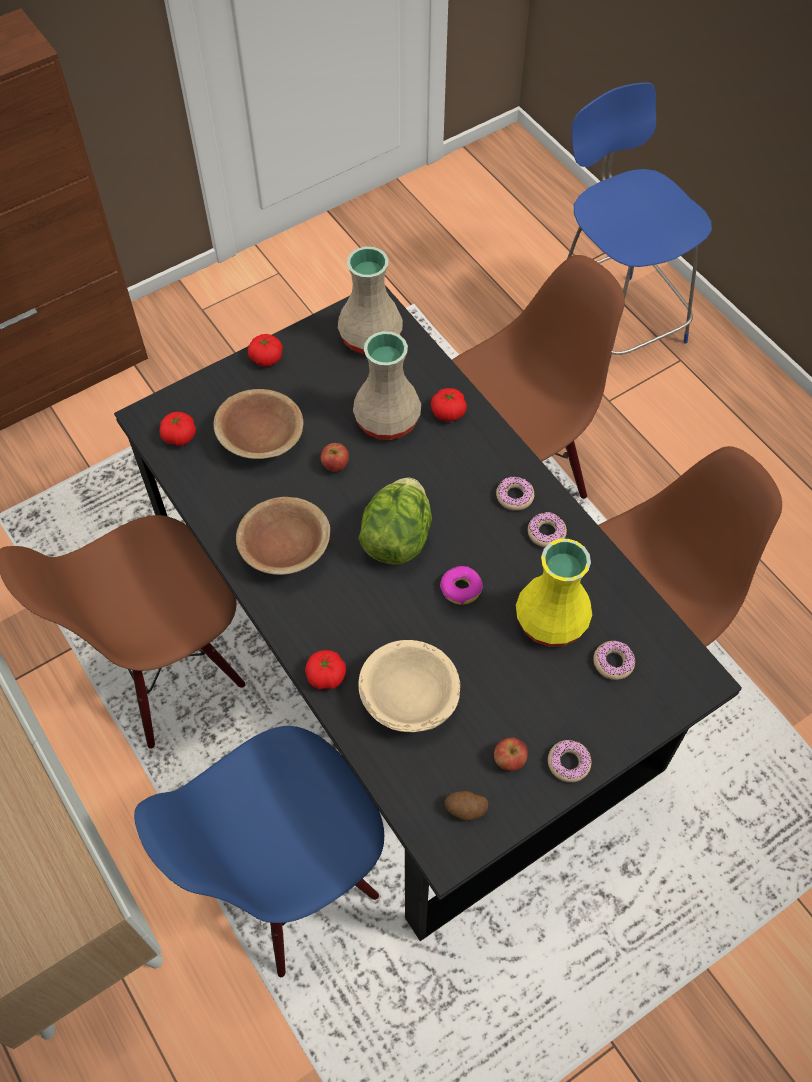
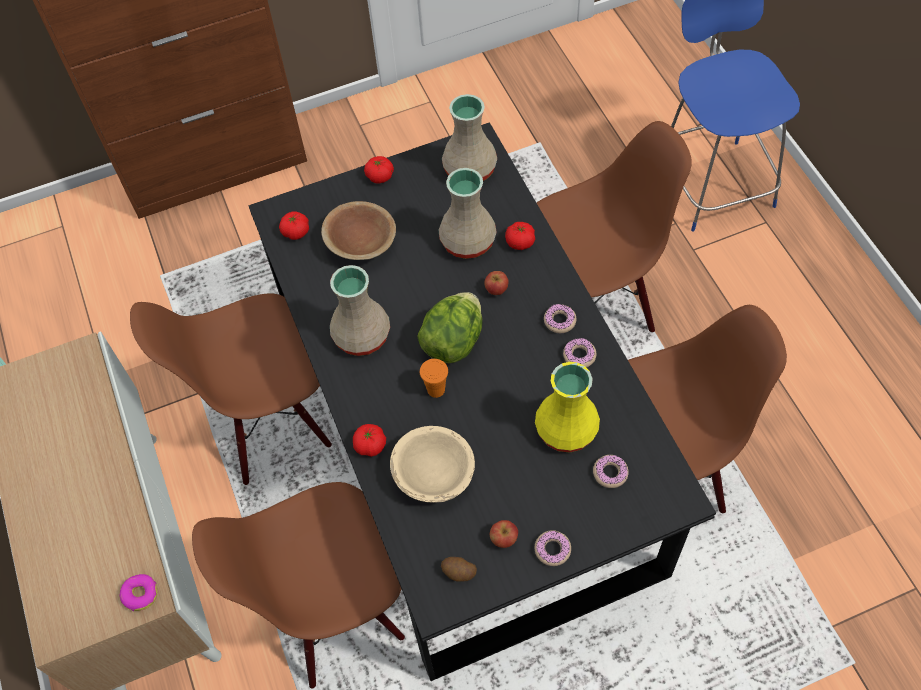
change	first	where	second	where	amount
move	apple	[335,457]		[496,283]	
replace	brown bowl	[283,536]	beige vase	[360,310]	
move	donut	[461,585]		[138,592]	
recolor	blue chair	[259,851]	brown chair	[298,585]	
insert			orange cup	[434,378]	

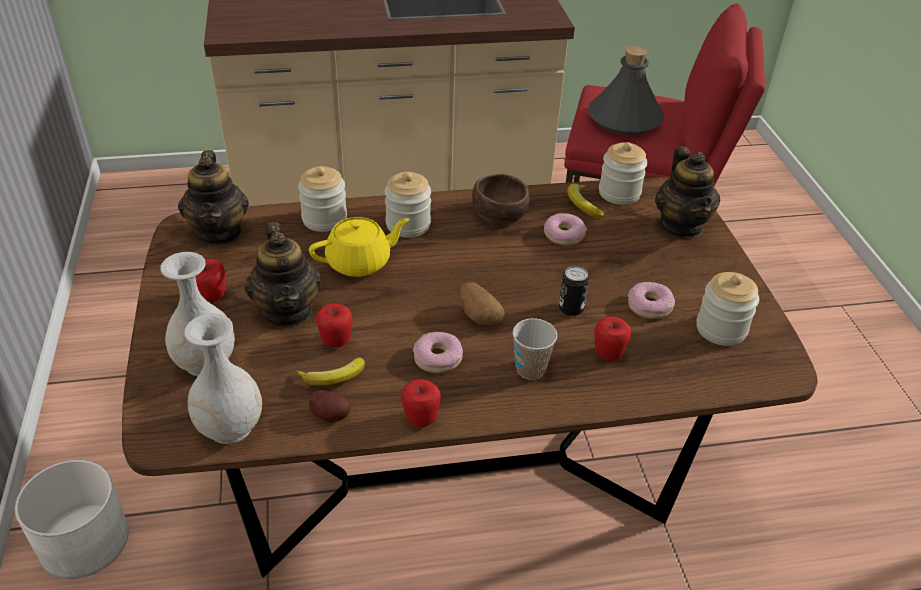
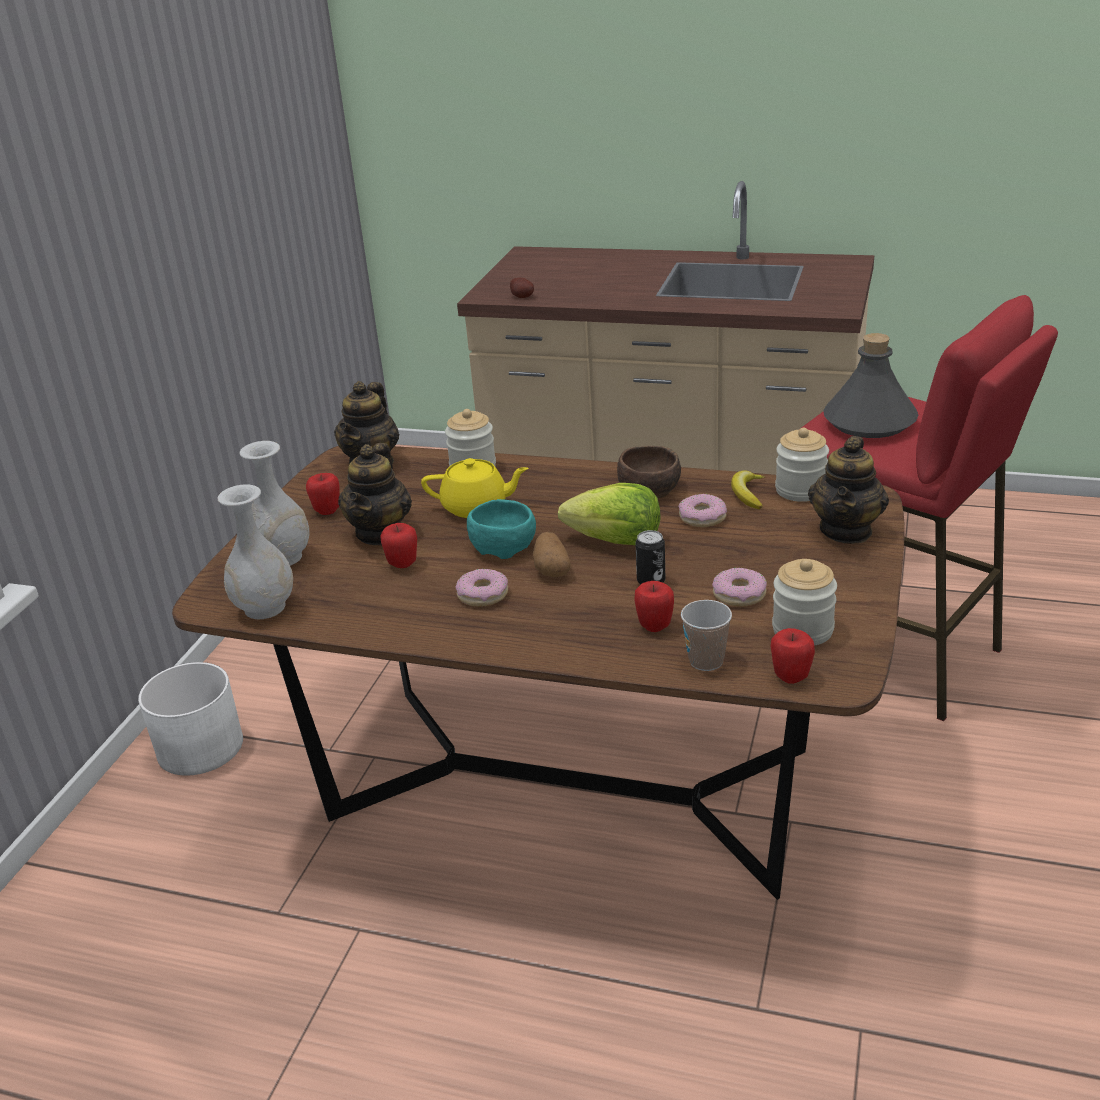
change	first	where	second	where	amount
delete	jar	[408,204]			
move	cup	[535,349]		[706,635]	
delete	banana	[330,371]			
move	apple	[421,403]		[793,656]	
move	potato	[330,406]		[522,288]	
insert			lettuce	[609,514]	
insert			turquoise bowl	[501,529]	

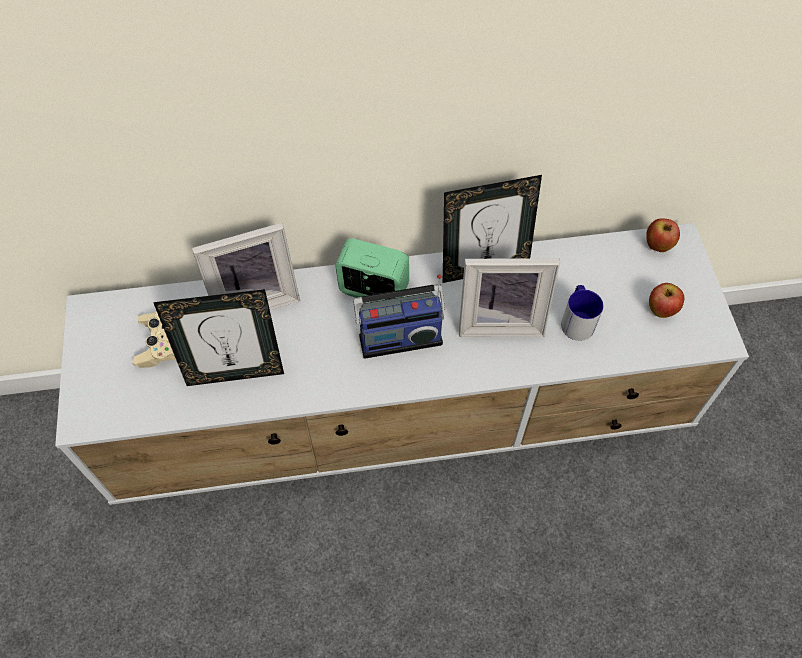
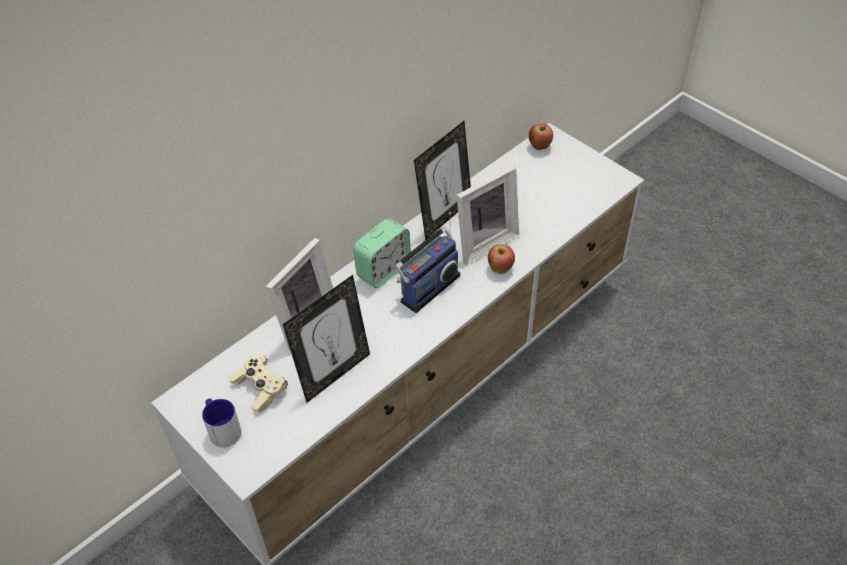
change	first	where	second	where	amount
rotate	alarm clock	[372,270]		[382,253]	150 degrees clockwise
move	apple	[666,300]		[501,259]	
move	mug	[582,313]		[221,423]	

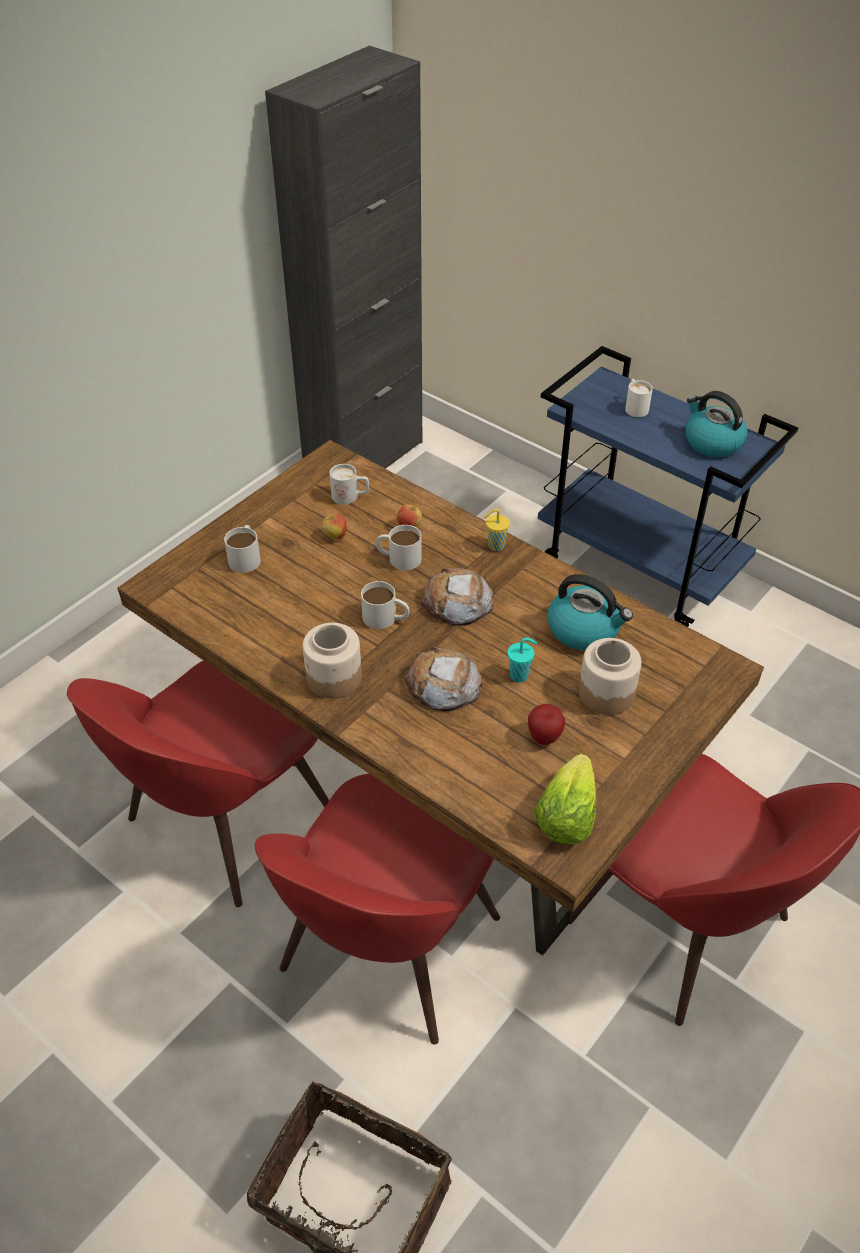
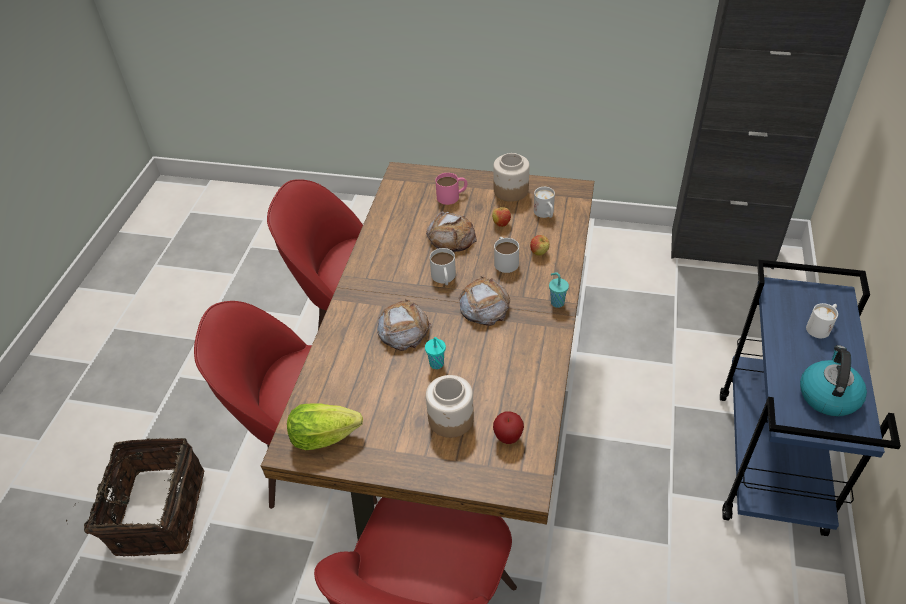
change	first	where	second	where	amount
recolor	yellow cup	[497,530]	turquoise cup	[559,290]	
recolor	white mug	[242,549]	pink mug	[451,189]	
delete	kettle	[590,612]			
move	jar	[332,661]		[511,177]	
move	apple	[546,724]		[508,427]	
insert			bread	[451,231]	

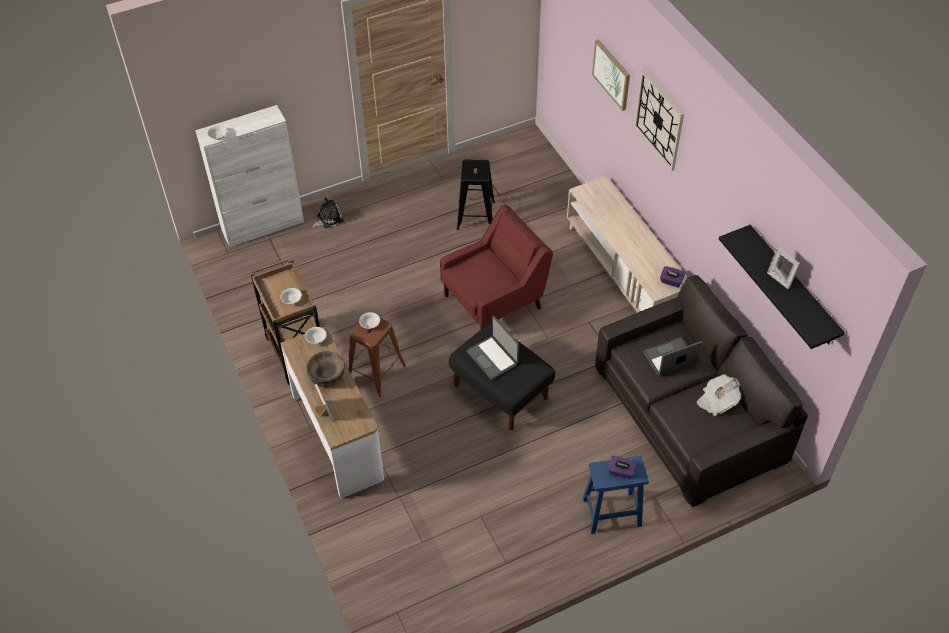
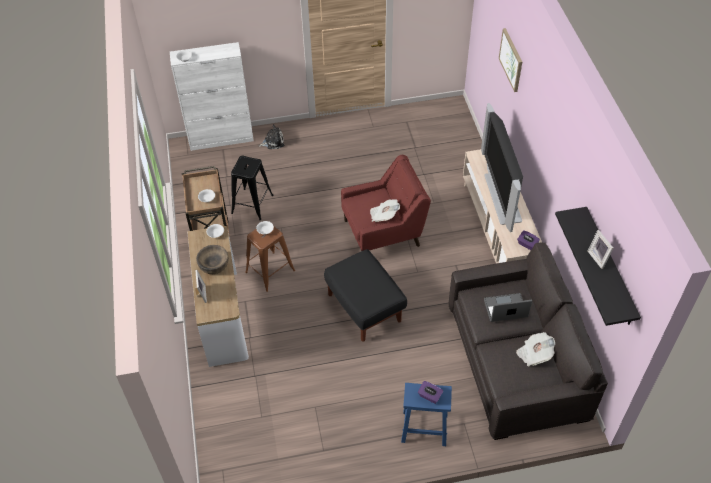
change	first	where	second	where	amount
delete	wall clock	[659,120]			
move	black stool	[475,194]		[252,188]	
delete	laptop	[492,348]			
insert			television	[502,167]	
insert			newspaper	[385,210]	

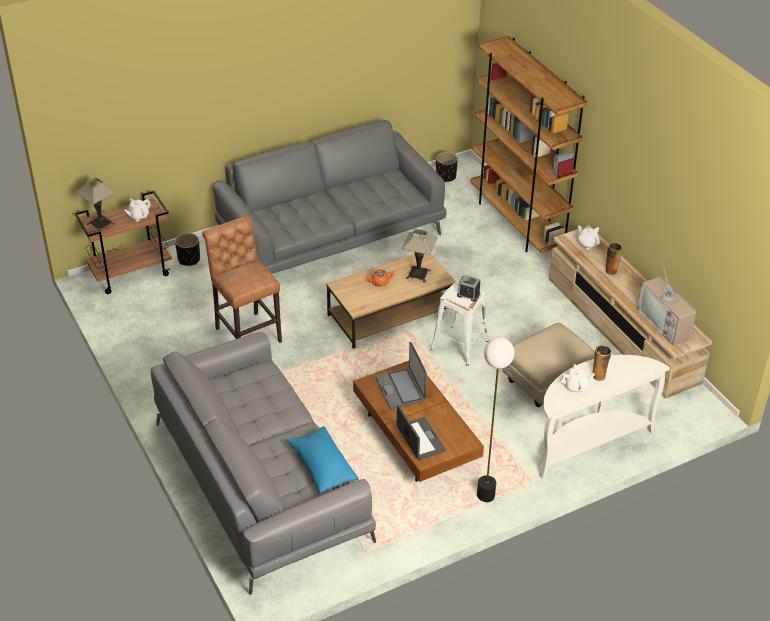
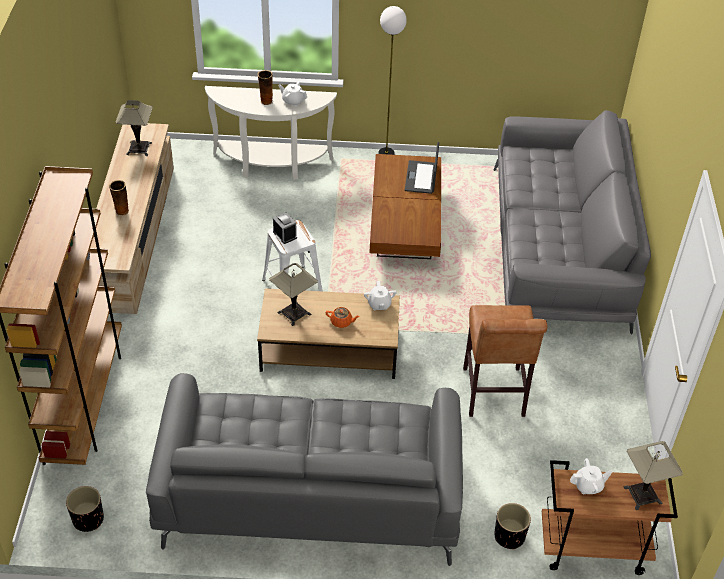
change	first	where	second	where	amount
move	white teapot	[589,237]		[380,295]	
replace	television	[667,304]	table lamp	[134,128]	
delete	beige ottoman	[548,365]			
delete	laptop	[401,375]			
delete	blue pillow	[323,459]			

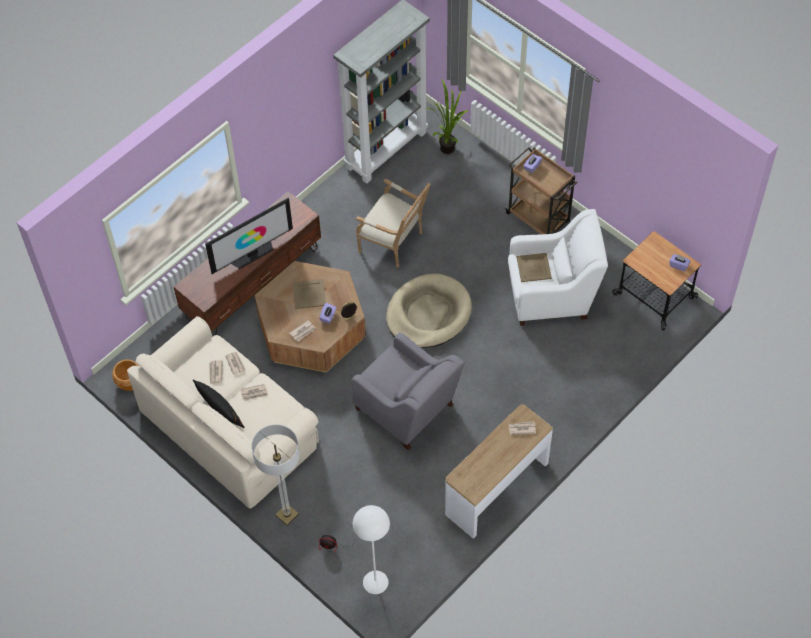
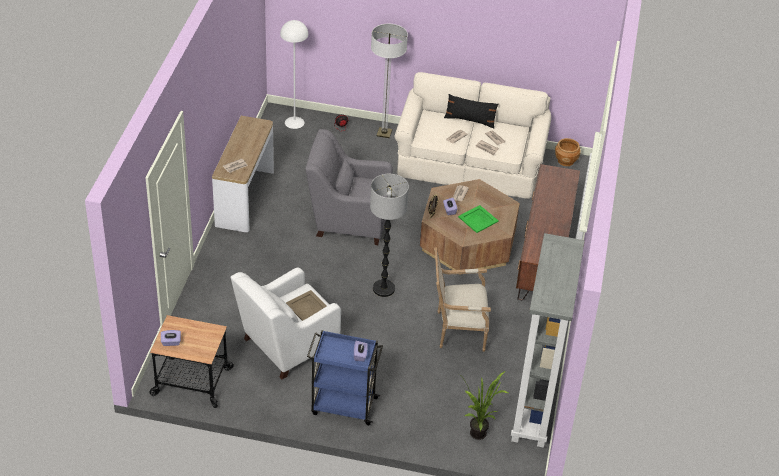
change	first	where	second	where	amount
recolor	brown cart	[541,190]	blue cart	[345,377]	
delete	television	[249,236]			
replace	beige dog bed	[429,311]	floor lamp	[389,235]	
recolor	beige tray	[309,294]	green tray	[478,219]	

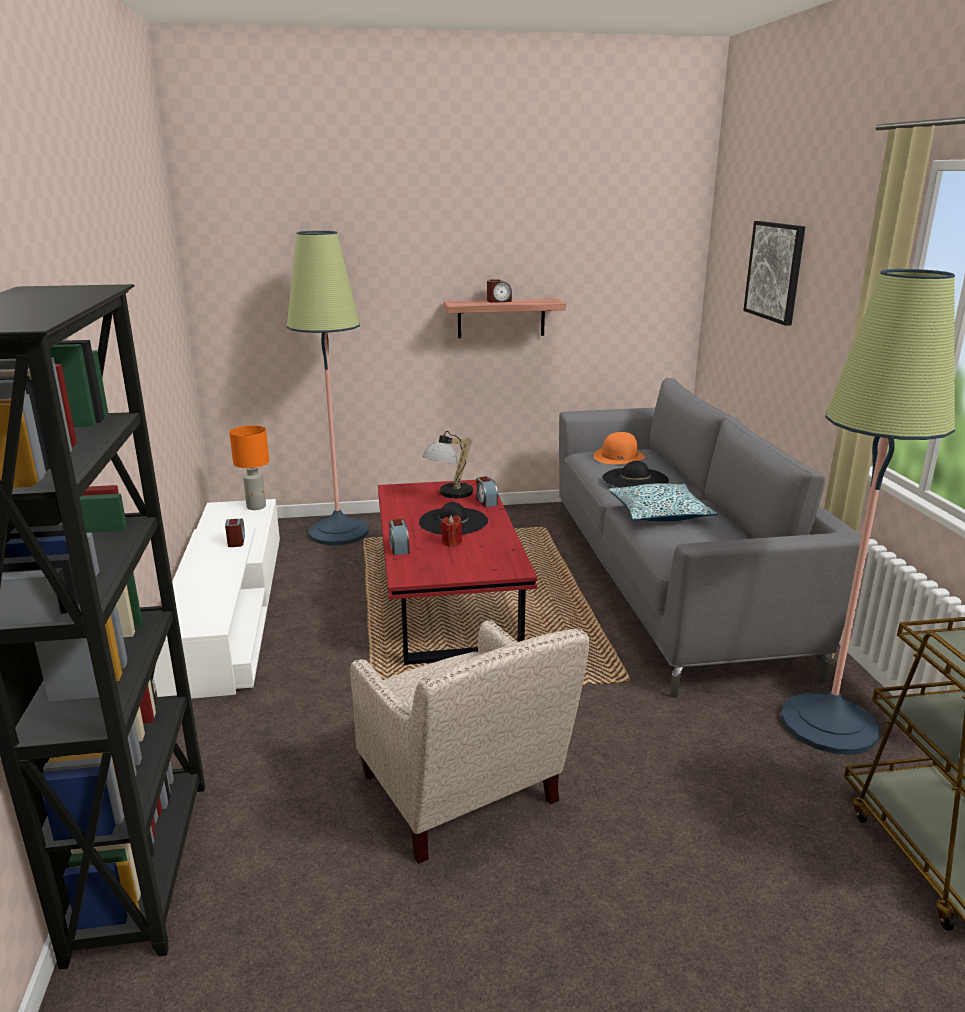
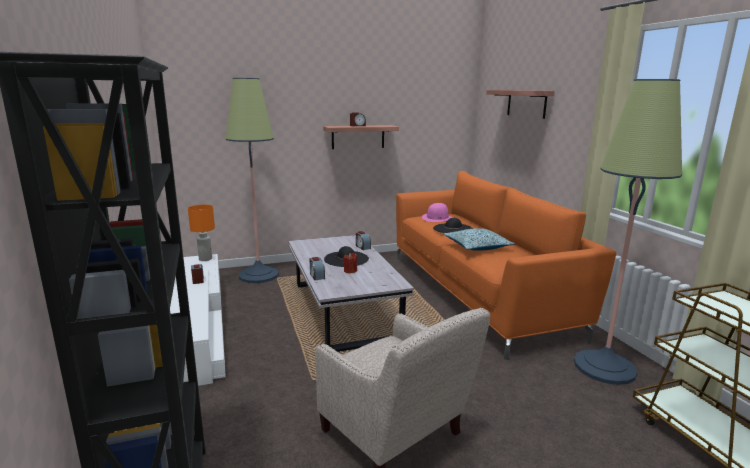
change	first	where	second	where	amount
replace	picture	[774,273]	shelf	[520,104]	
recolor	grey sofa	[710,538]	orange sofa	[506,265]	
delete	table lamp	[449,464]			
recolor	orange hat	[619,448]	pink hat	[437,212]	
recolor	red coffee table	[457,572]	white coffee table	[351,293]	

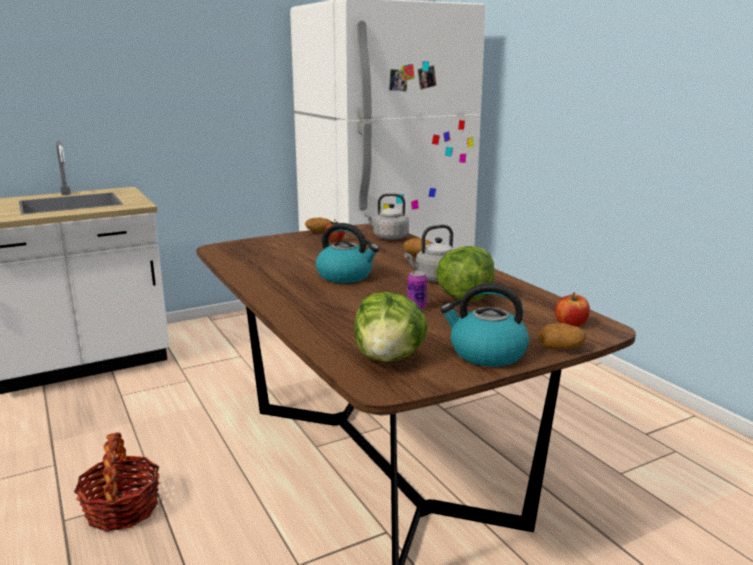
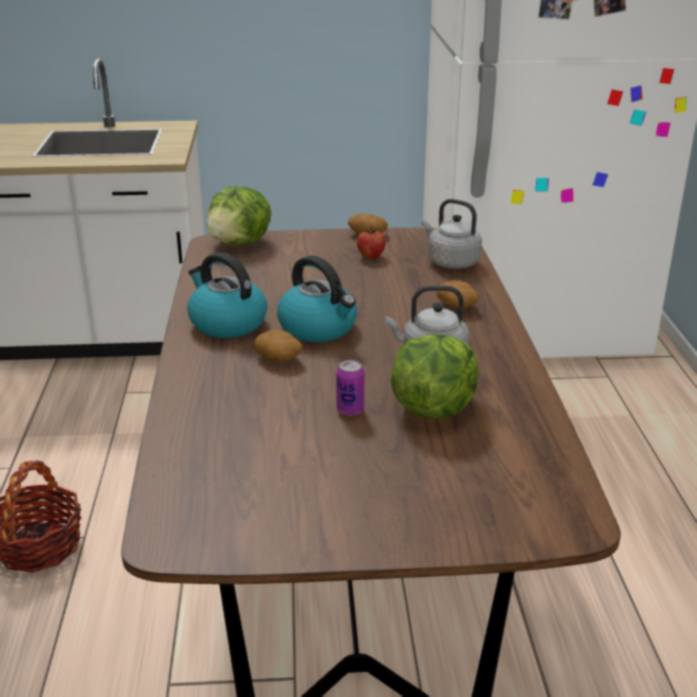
change	first	where	second	where	amount
move	kettle	[484,325]		[227,295]	
move	lettuce	[391,327]		[239,215]	
delete	apple	[572,309]			
move	potato	[562,336]		[278,345]	

